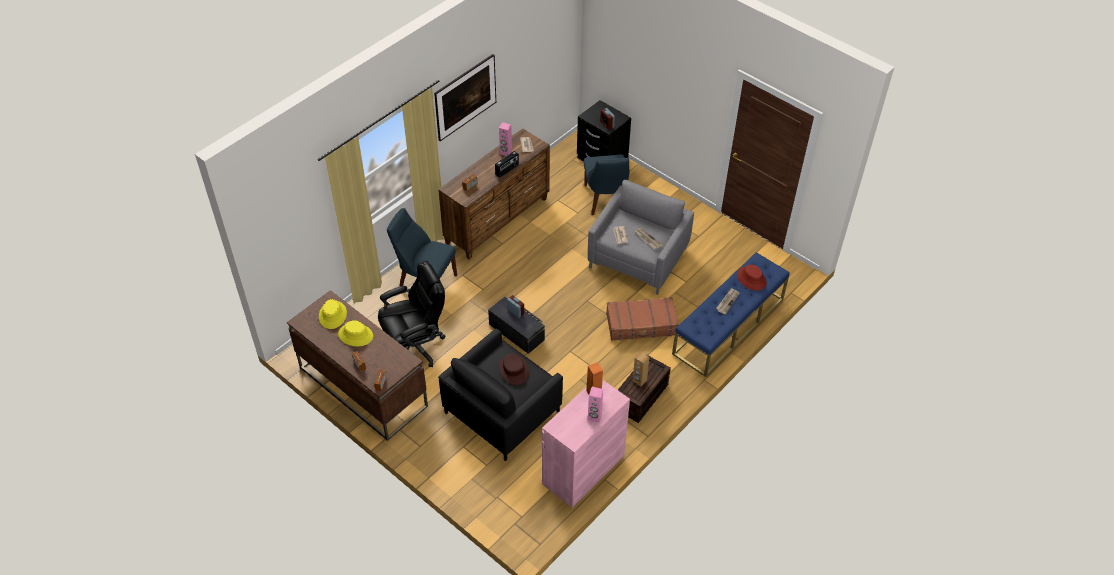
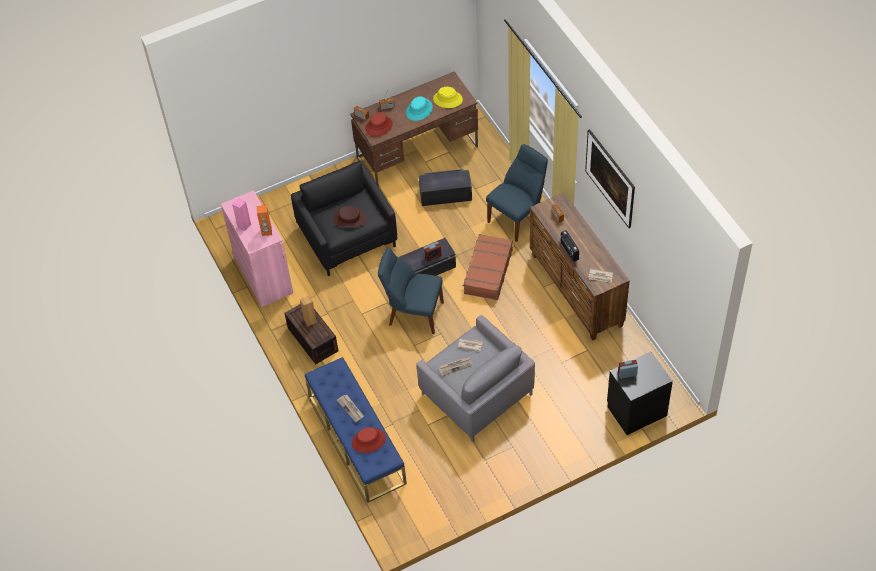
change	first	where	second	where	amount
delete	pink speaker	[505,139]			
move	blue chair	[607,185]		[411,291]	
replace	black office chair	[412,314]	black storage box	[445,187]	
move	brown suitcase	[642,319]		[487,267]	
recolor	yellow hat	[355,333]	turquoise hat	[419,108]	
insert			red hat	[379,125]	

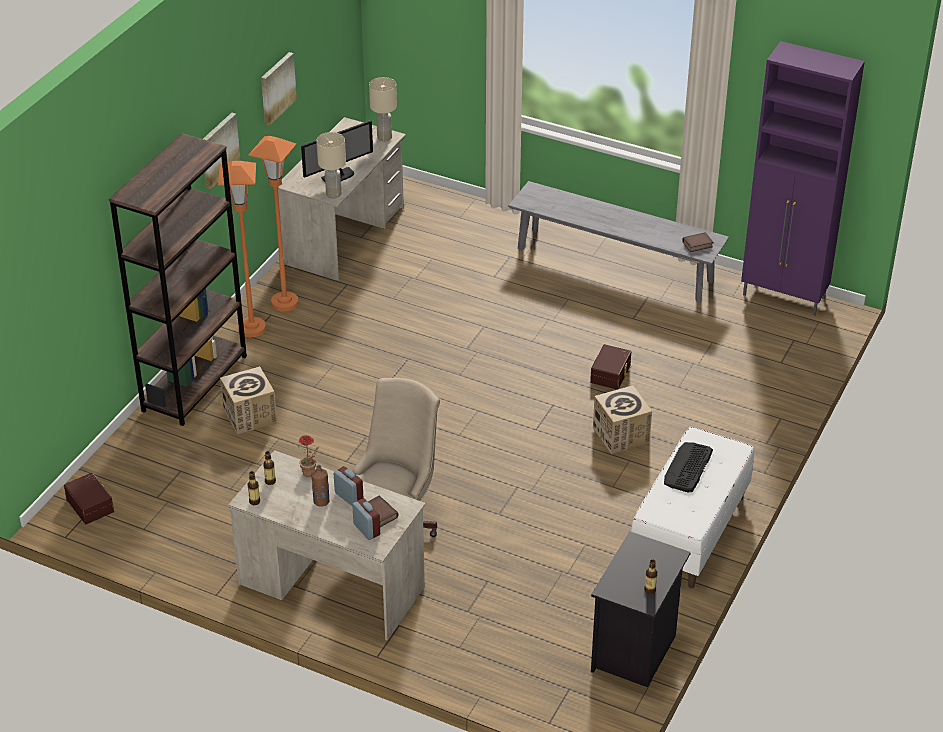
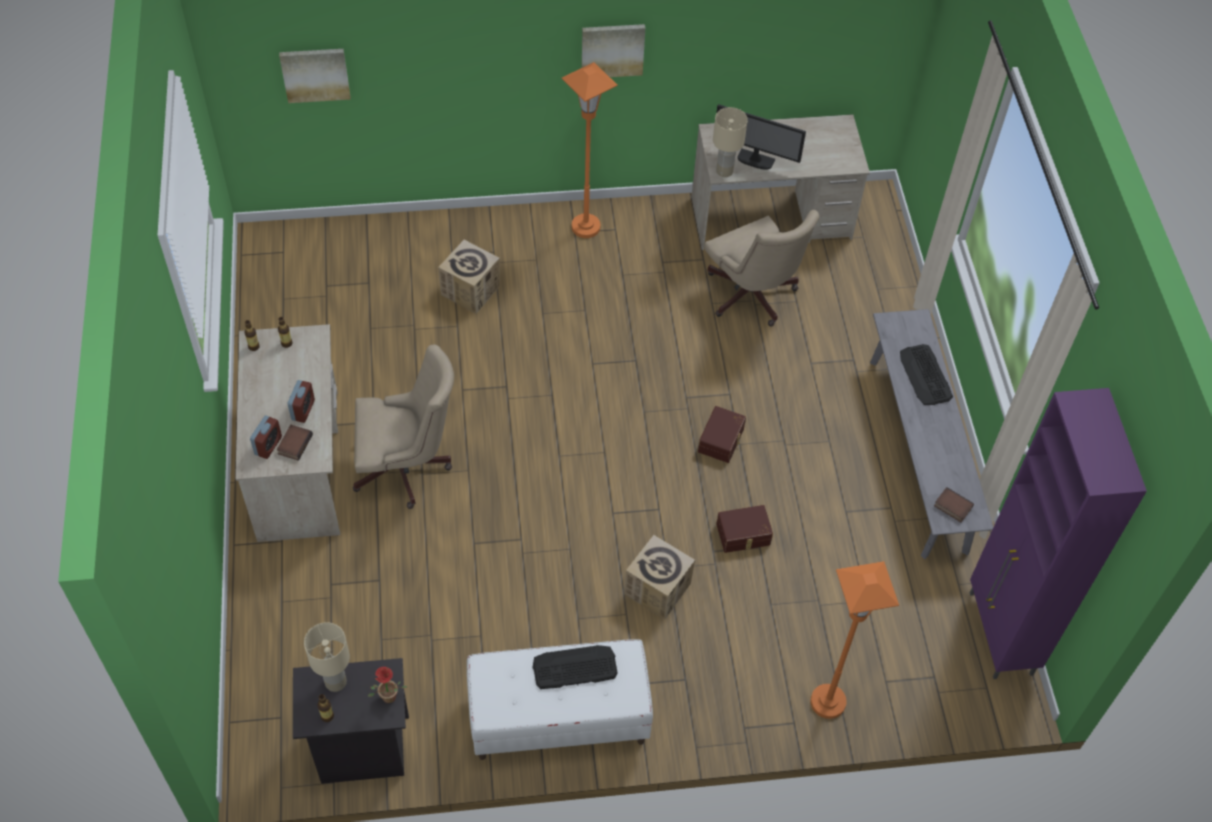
change	first	where	second	where	amount
move	picture	[279,89]		[314,76]	
move	beige table lamp	[383,109]		[327,657]	
delete	brown bookcase	[178,279]			
move	orange floor lamp	[273,224]		[854,640]	
move	potted plant	[308,456]		[388,685]	
delete	brown bottle	[320,486]			
move	brown storage box	[89,498]		[722,434]	
insert			beige office chair	[762,268]	
insert			keyboard	[926,374]	

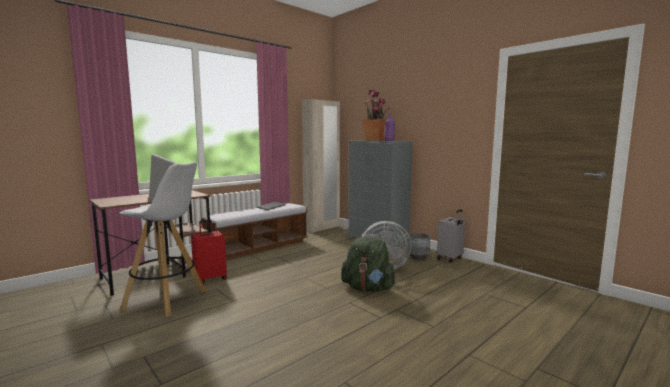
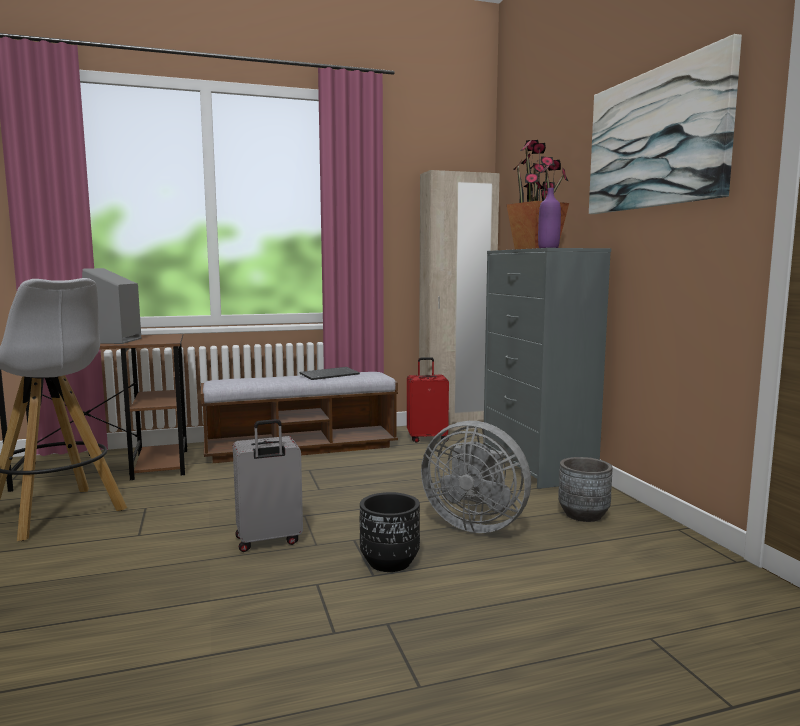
change	first	where	second	where	amount
move	grey suitcase	[451,236]		[268,485]	
move	red suitcase	[209,251]		[428,400]	
replace	green backpack	[368,264]	black planter	[390,532]	
insert			picture	[665,124]	

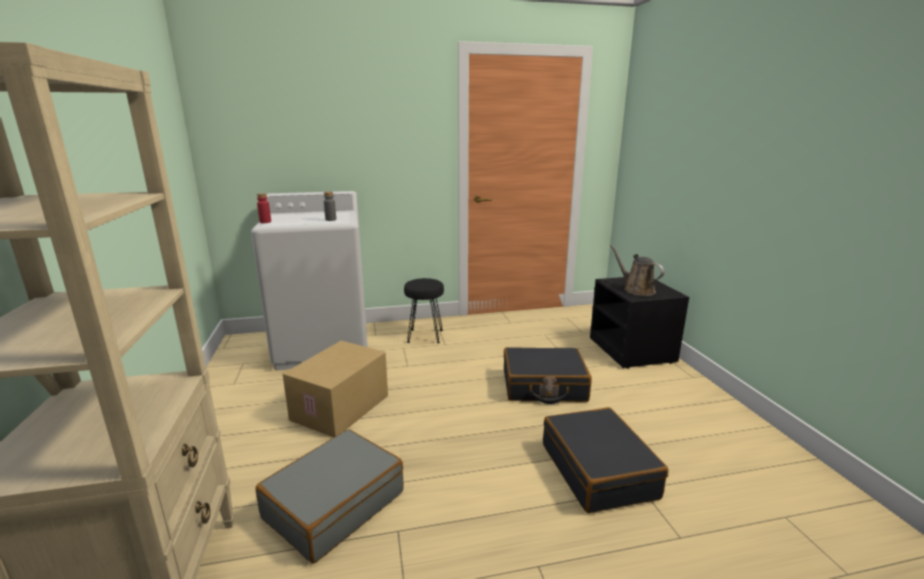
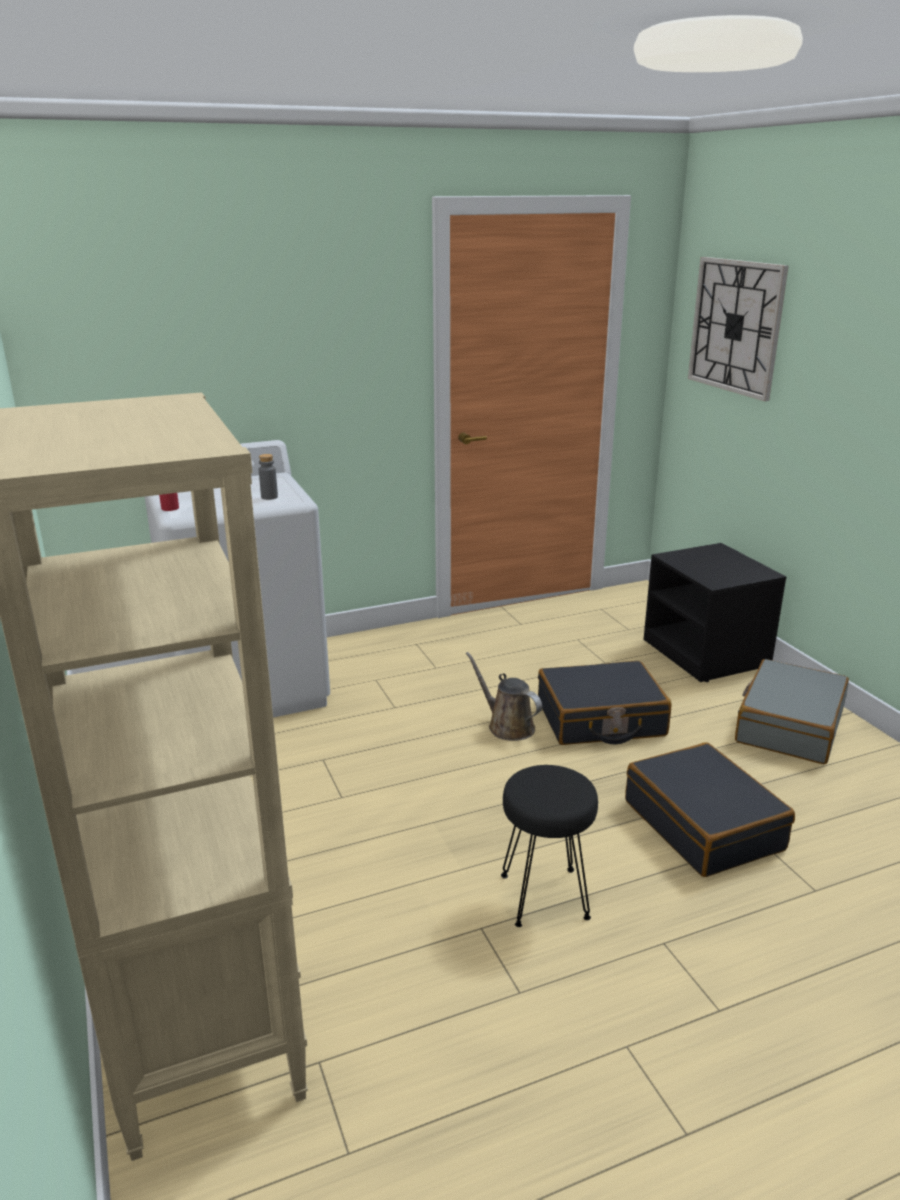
change	first	where	second	where	amount
move	brown watering can	[637,270]		[504,696]	
move	black stool	[424,310]		[549,846]	
delete	cardboard box	[335,389]			
move	grey suitcase	[330,496]		[792,711]	
insert			wall clock	[738,329]	

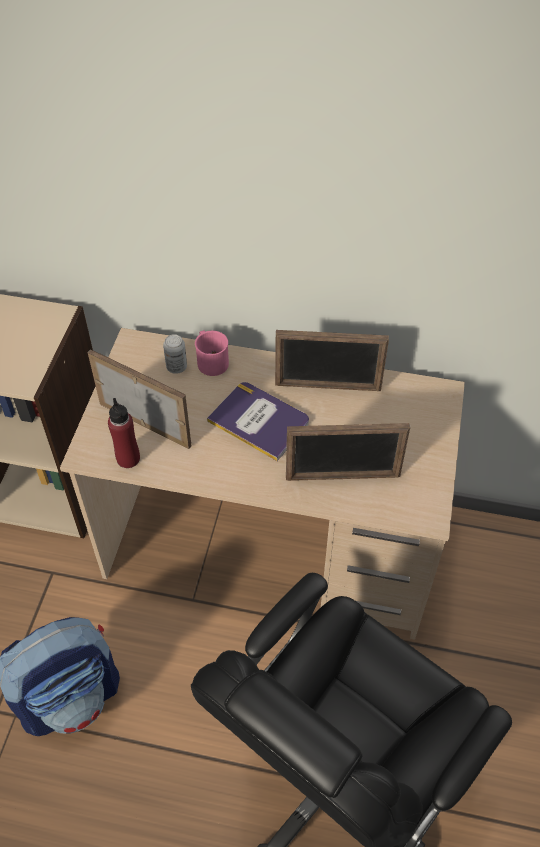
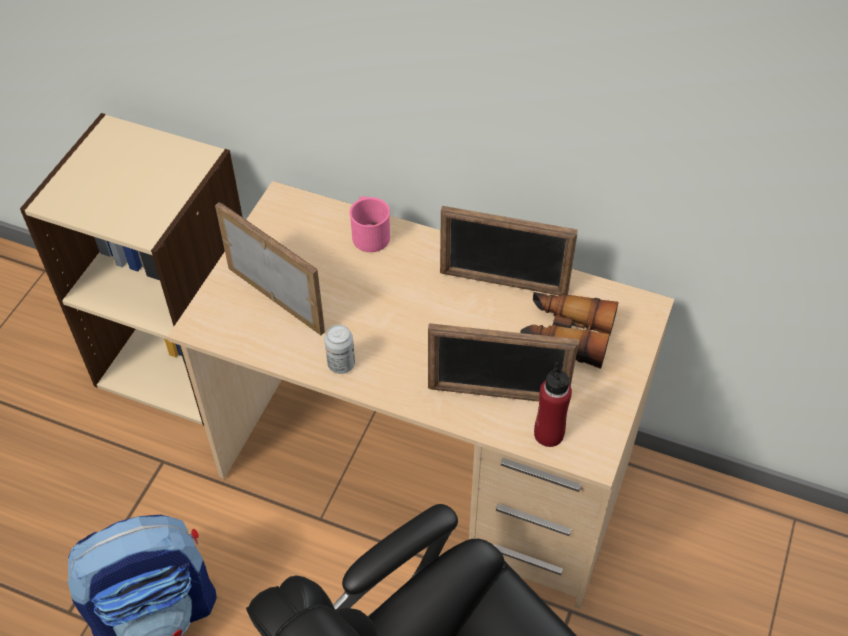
change	first	where	second	where	amount
move	can	[175,354]		[339,349]	
delete	book	[258,421]			
move	red bottle	[124,433]		[553,404]	
insert			binoculars	[569,330]	

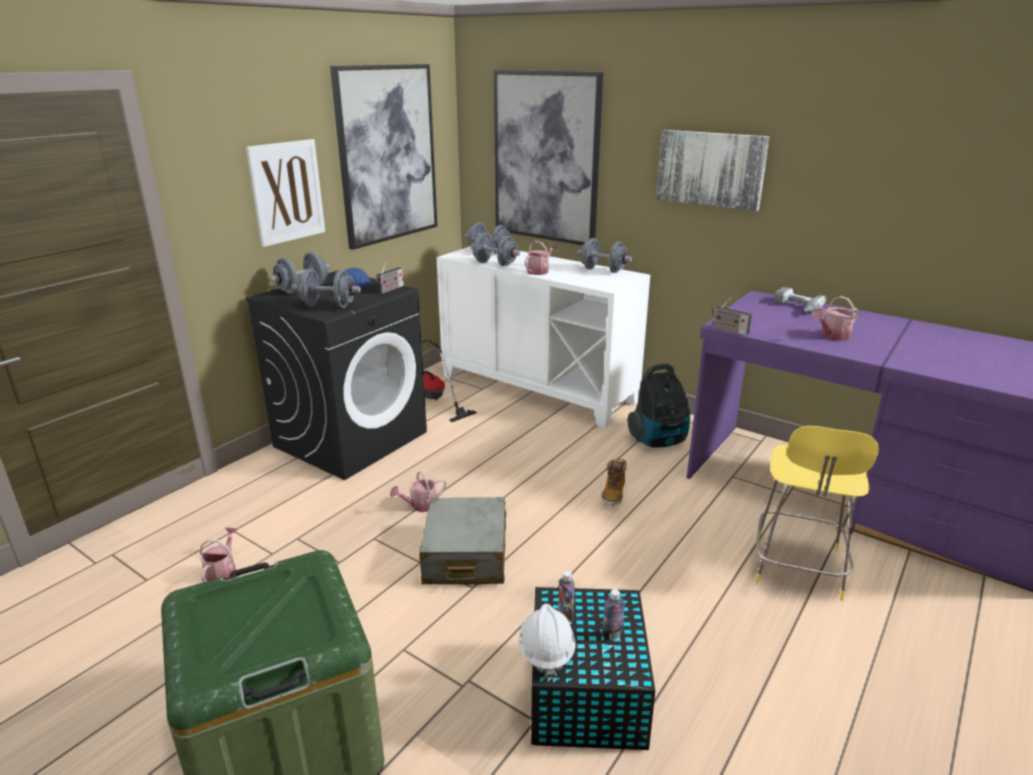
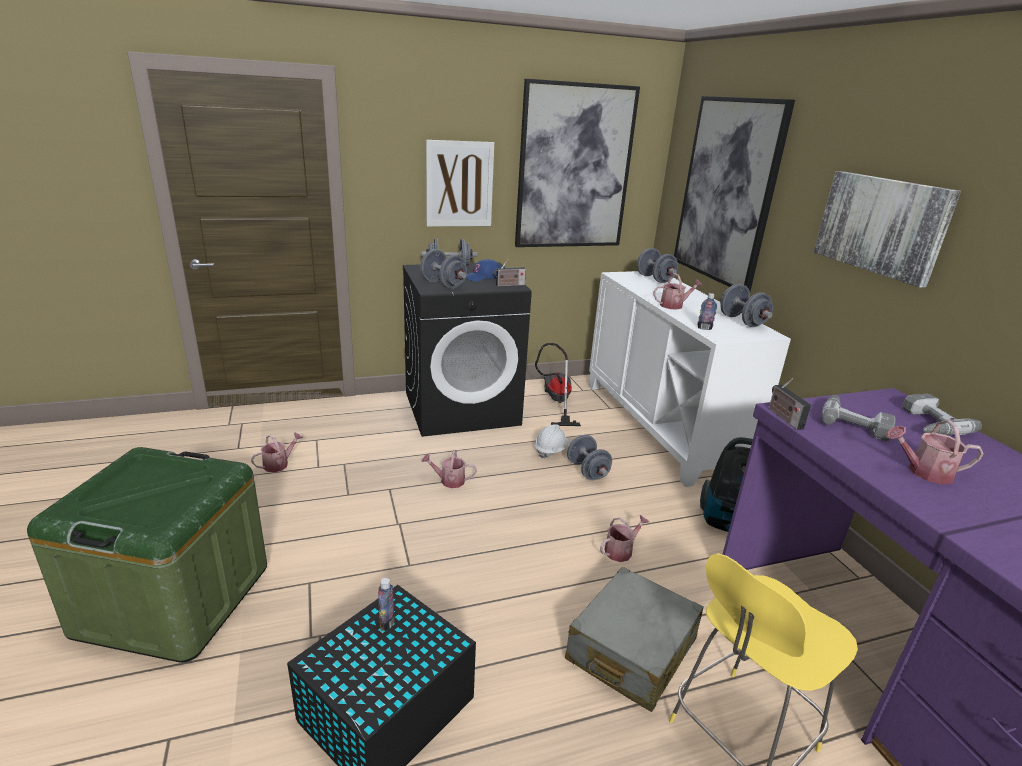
change	first	where	second	where	amount
move	grey dumbbell	[495,250]		[589,457]	
replace	boot	[614,482]	watering can	[624,538]	
move	grey suitcase	[462,540]		[634,639]	
move	bottle	[613,614]		[707,311]	
move	white hard hat	[547,641]		[552,441]	
insert			power drill	[858,418]	

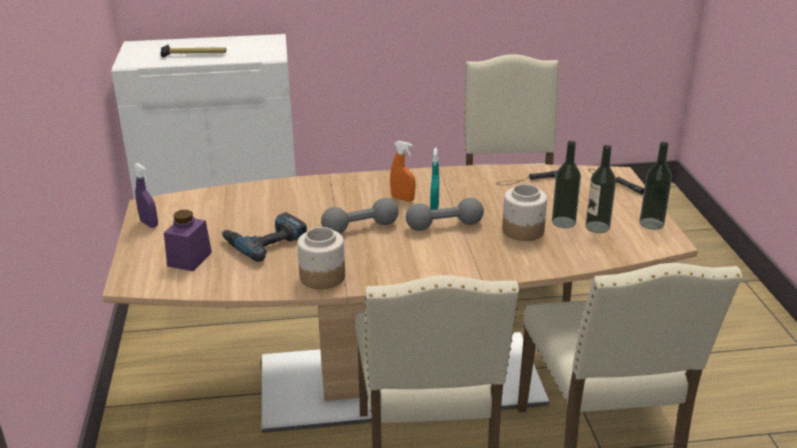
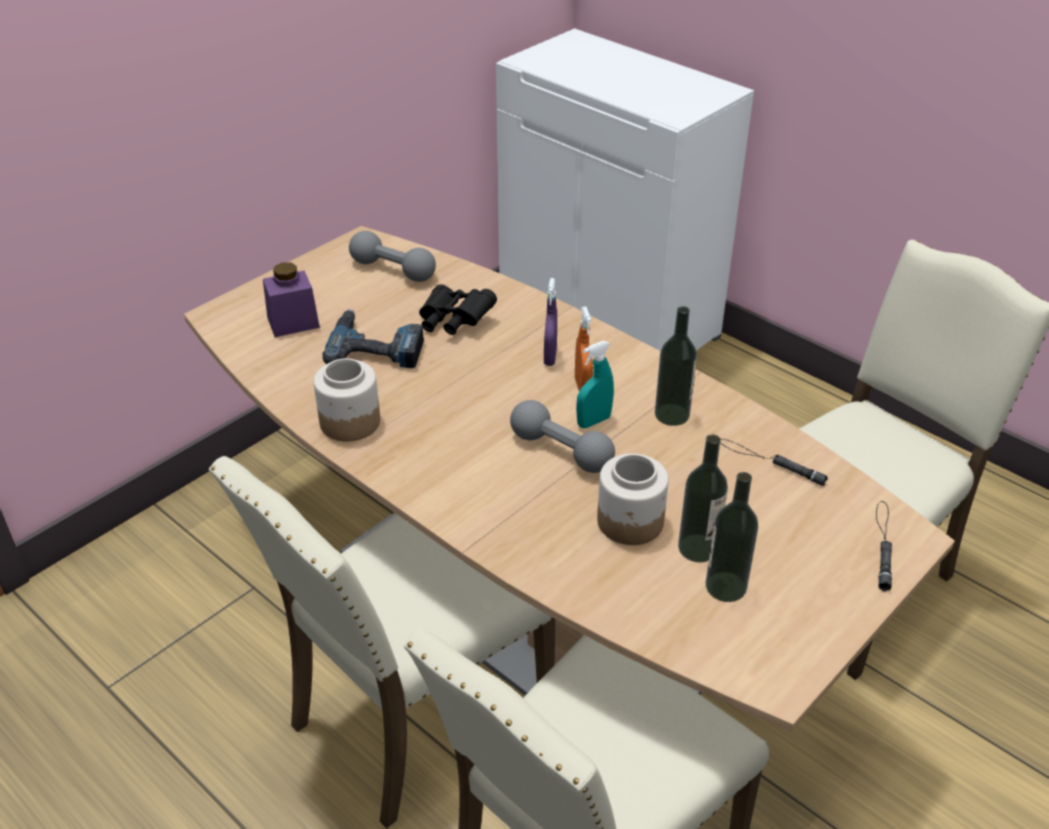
change	first	where	second	where	amount
delete	hammer	[193,51]			
move	bottle	[656,186]		[676,366]	
move	purple spray bottle	[145,195]		[550,322]	
move	grey dumbbell	[360,216]		[392,256]	
insert			black binoculars	[458,309]	

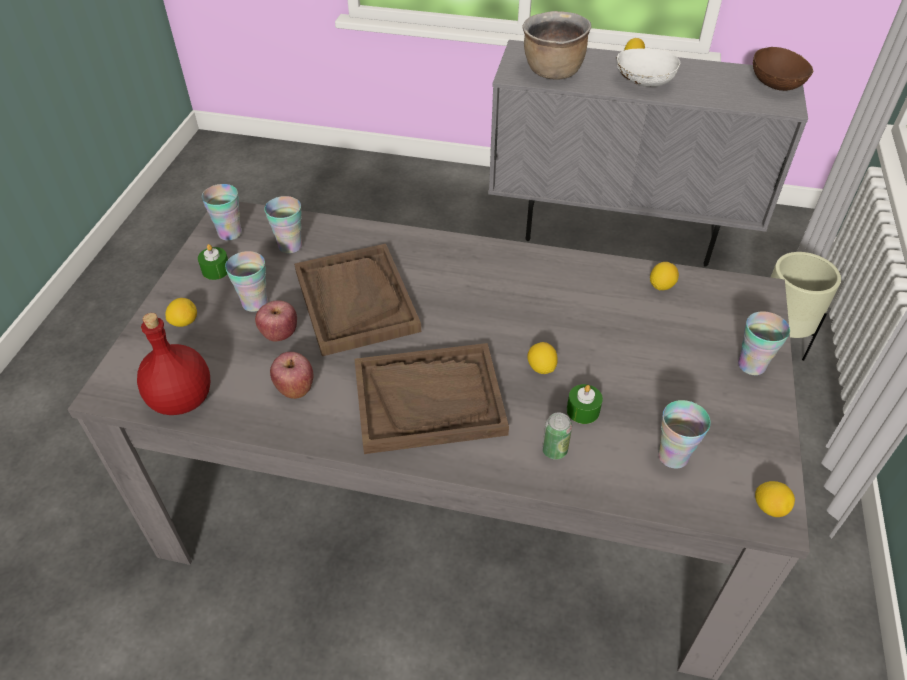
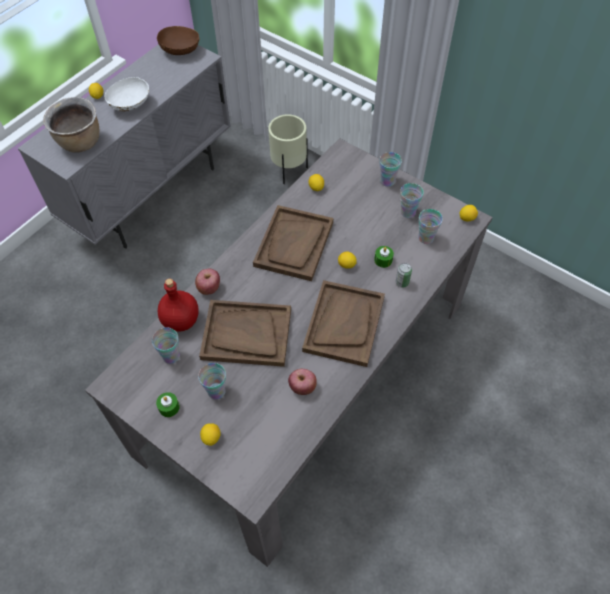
change	first	where	second	where	amount
move	cup	[222,212]		[412,200]	
move	apple	[276,320]		[207,282]	
move	red bottle	[173,364]		[178,305]	
insert			brown tray	[293,243]	

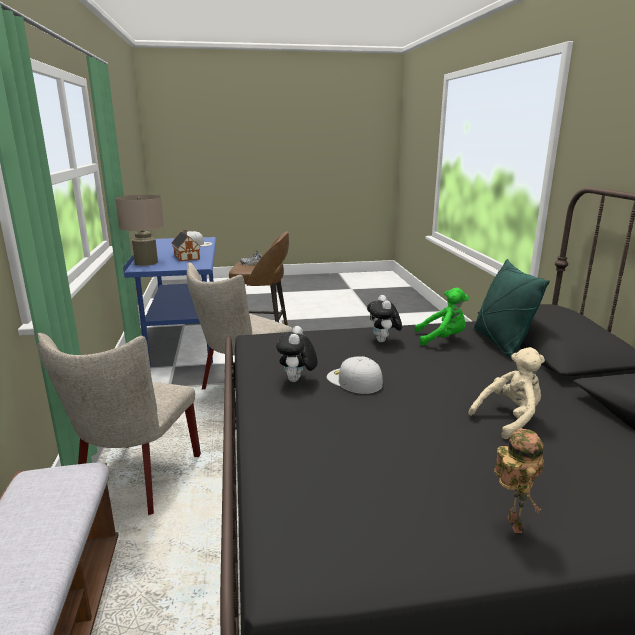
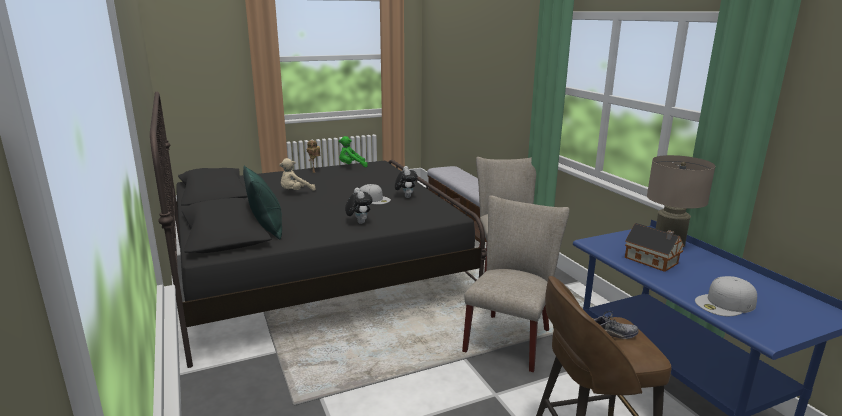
change	first	where	second	where	amount
move	green plush toy	[442,317]		[353,151]	

